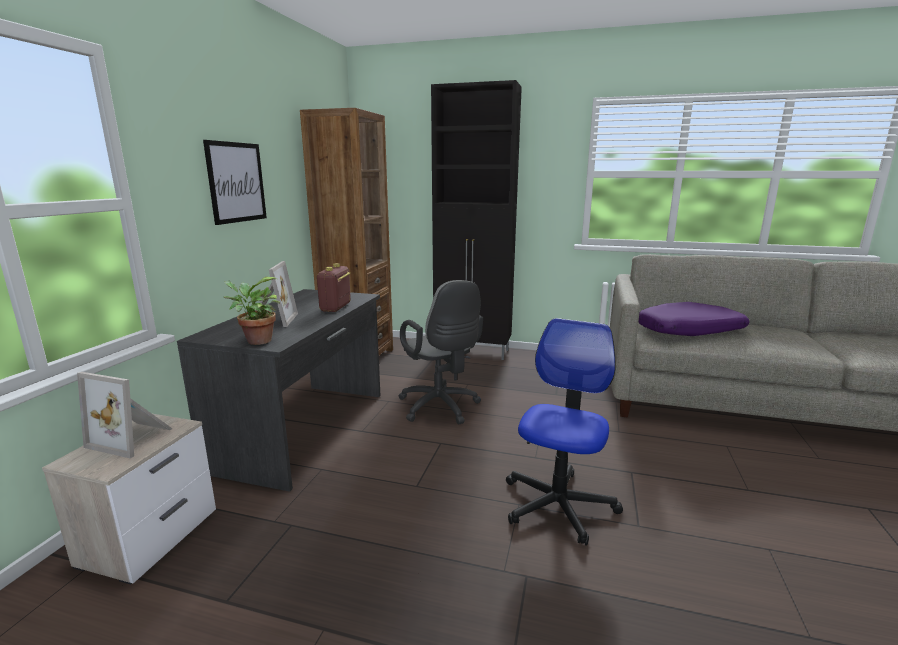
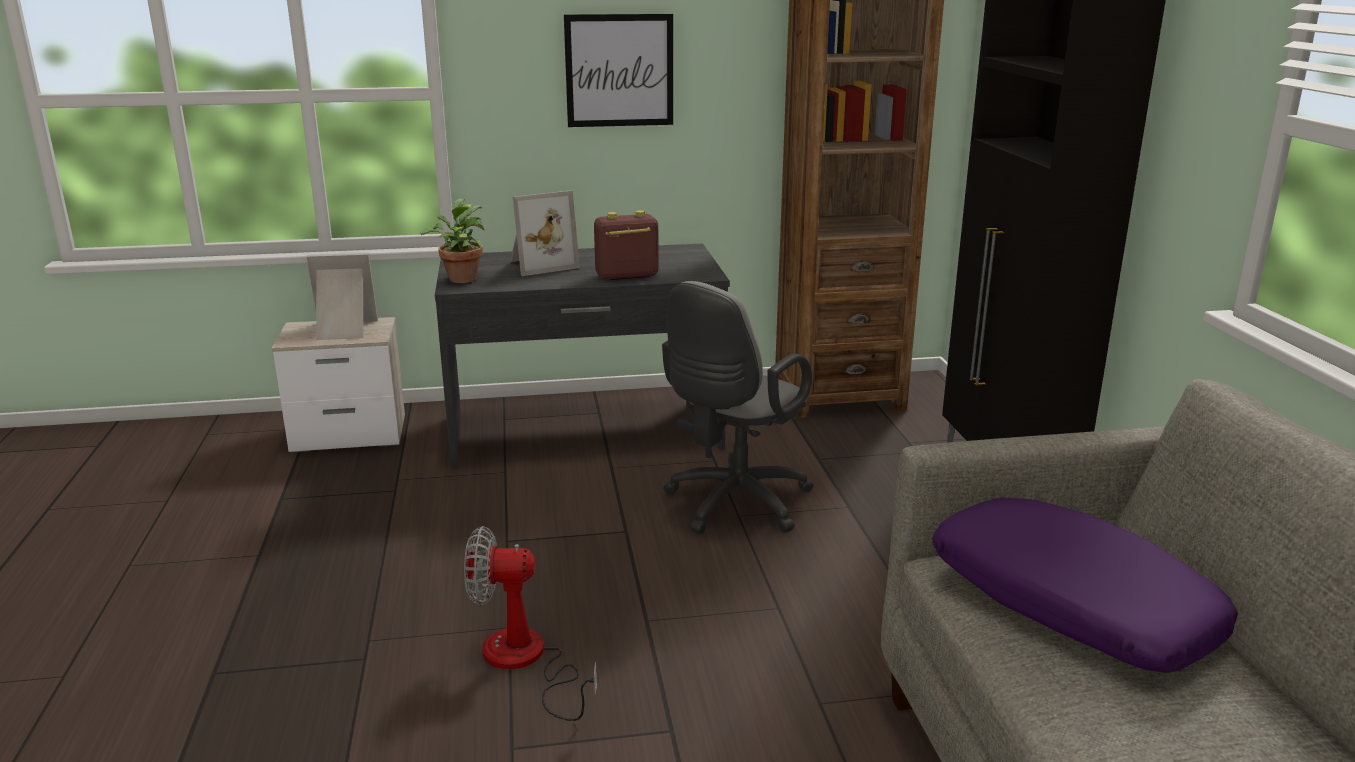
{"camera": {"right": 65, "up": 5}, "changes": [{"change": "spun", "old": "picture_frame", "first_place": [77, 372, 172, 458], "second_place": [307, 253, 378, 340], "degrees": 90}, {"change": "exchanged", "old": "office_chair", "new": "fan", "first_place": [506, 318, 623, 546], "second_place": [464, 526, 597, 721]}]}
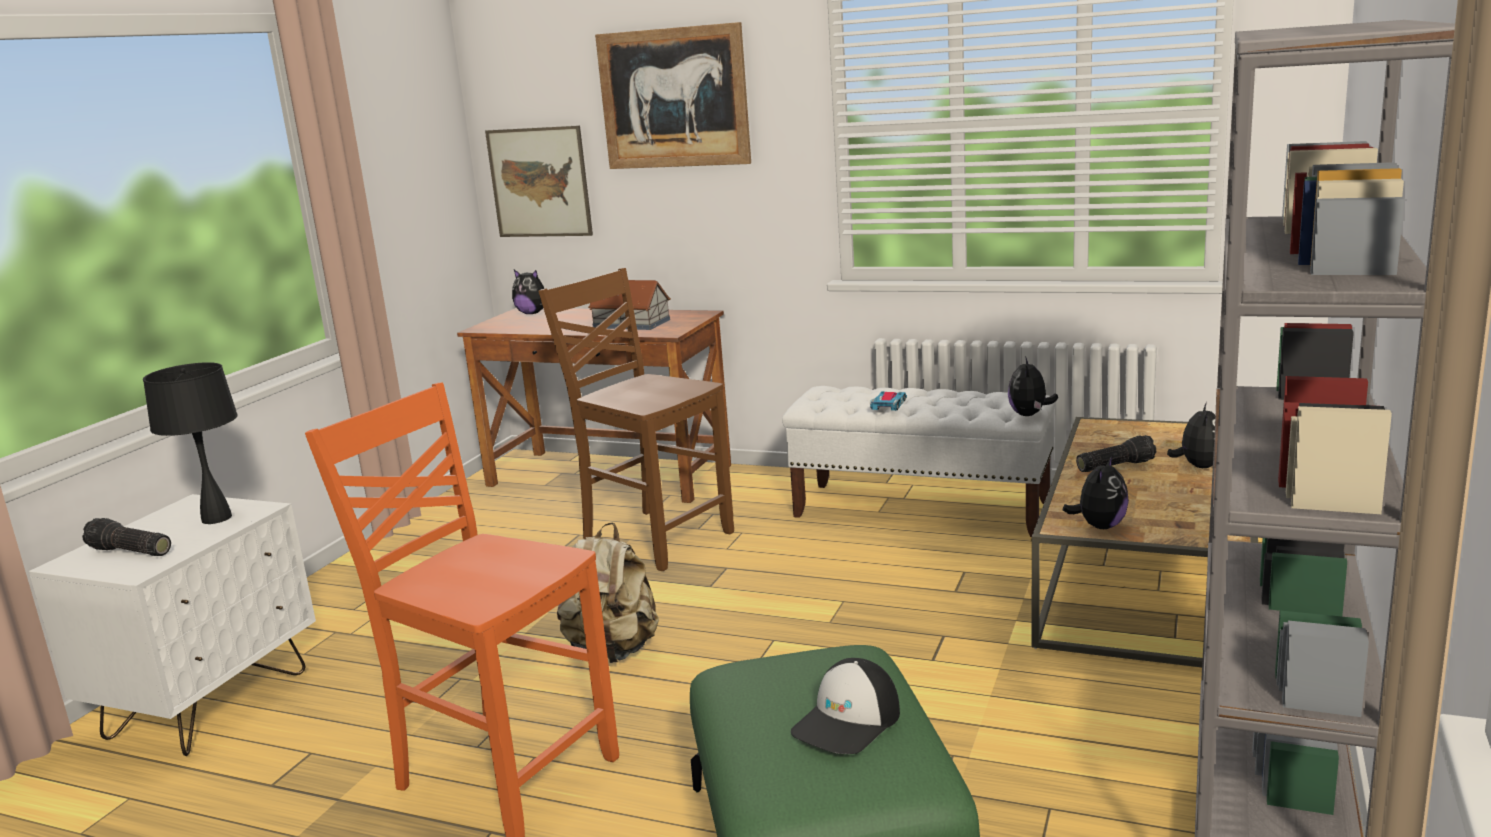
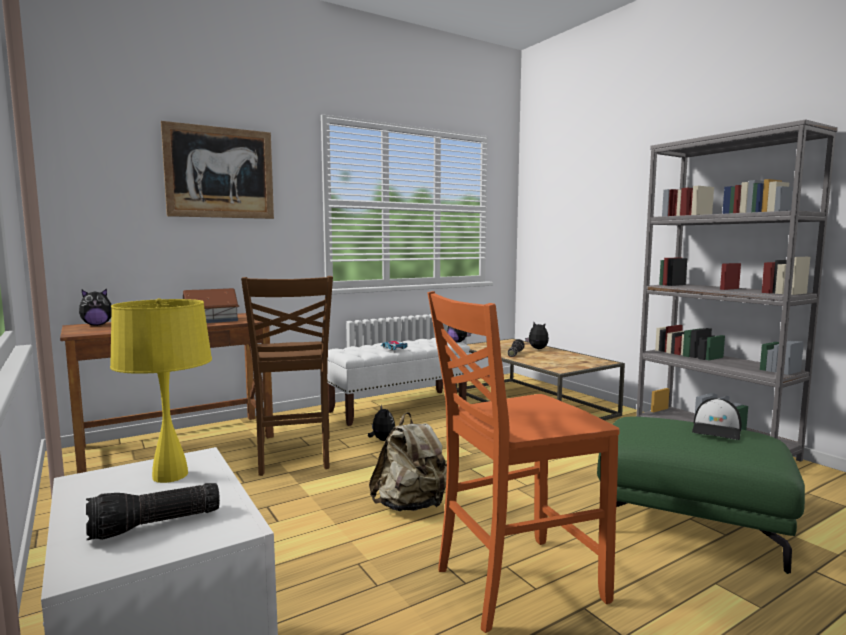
{"camera": {"right": -55, "up": -10}, "changes": [{"change": "colour", "old": "black_table_lamp", "new": "yellow_table_lamp", "first_place": [143, 362, 238, 524], "second_place": [110, 298, 212, 483]}, {"change": "spun", "old": "brown_chair", "first_place": [538, 268, 734, 571], "second_place": [241, 276, 333, 476], "degrees": -90}, {"change": "relocated", "old": "plush_toy", "first_place": [1063, 455, 1129, 529], "second_place": [368, 404, 395, 441]}, {"change": "spun", "old": "cap", "first_place": [791, 658, 900, 754], "second_place": [692, 398, 742, 440], "degrees": 45}, {"change": "missing", "old": "picture", "first_place": [485, 125, 593, 237]}]}
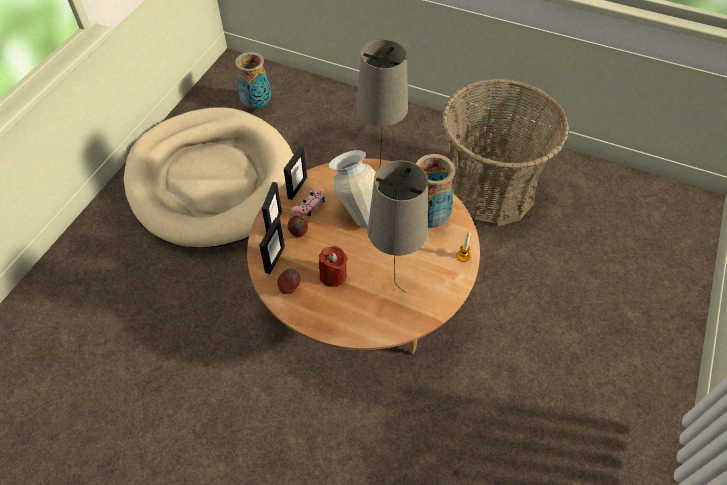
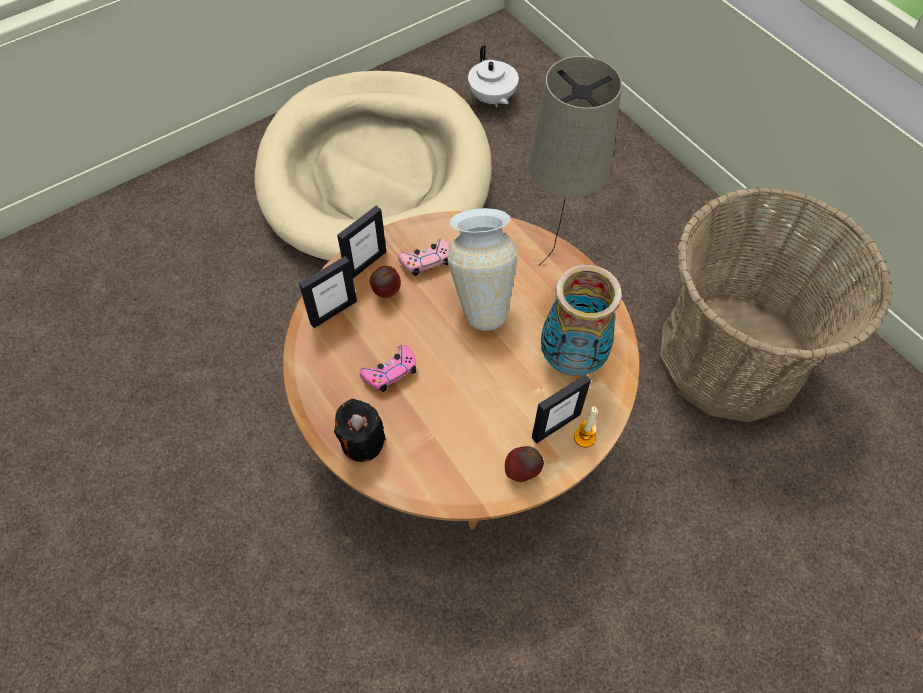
{"camera": {"right": 30, "up": 5}, "changes": [{"change": "appeared", "new": "black_candle", "second_place": [334, 399, 386, 462]}, {"change": "exchanged", "old": "red_candle", "new": "pink_game_controller", "first_place": [319, 246, 348, 287], "second_place": [359, 345, 416, 392]}, {"change": "exchanged", "old": "vase", "new": "white_teapot", "first_place": [235, 52, 271, 110], "second_place": [468, 45, 519, 107]}, {"change": "relocated", "old": "apple", "first_place": [277, 269, 301, 294], "second_place": [505, 446, 544, 482]}, {"change": "relocated", "old": "picture_frame", "first_place": [284, 147, 307, 200], "second_place": [532, 374, 591, 444]}, {"change": "missing", "old": "beige_table_lamp", "first_place": [368, 161, 428, 293]}]}
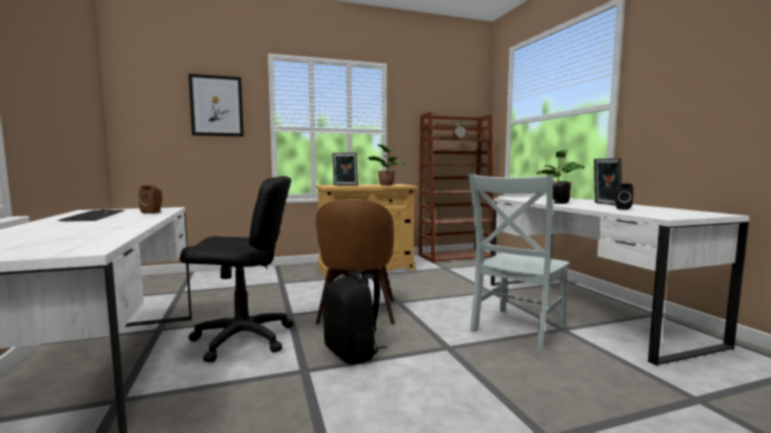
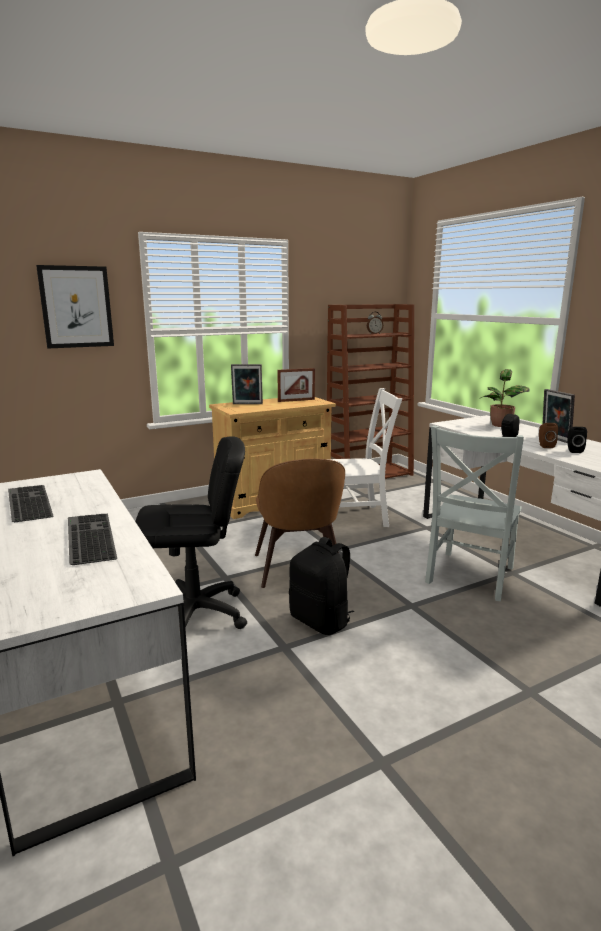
{"camera": {"right": -10, "up": 10}, "changes": [{"change": "appeared", "new": "keyboard", "second_place": [68, 514, 117, 565]}, {"change": "exchanged", "old": "potted_plant", "new": "picture_frame", "first_place": [368, 144, 407, 185], "second_place": [277, 368, 315, 402]}, {"change": "appeared", "new": "white_chair", "second_place": [329, 388, 402, 527]}, {"change": "relocated", "old": "brown_speaker", "first_place": [139, 185, 162, 214], "second_place": [539, 423, 558, 448]}]}
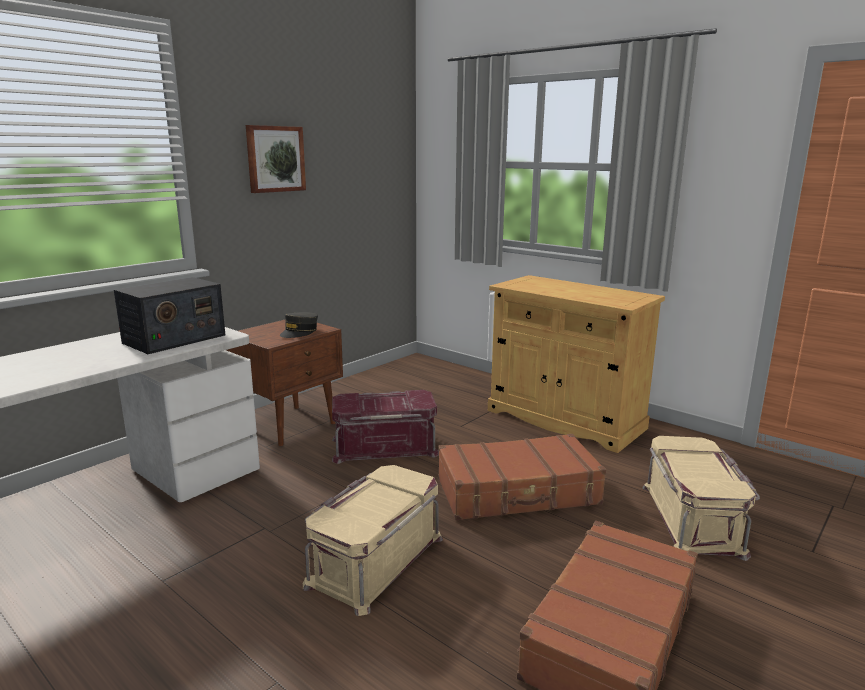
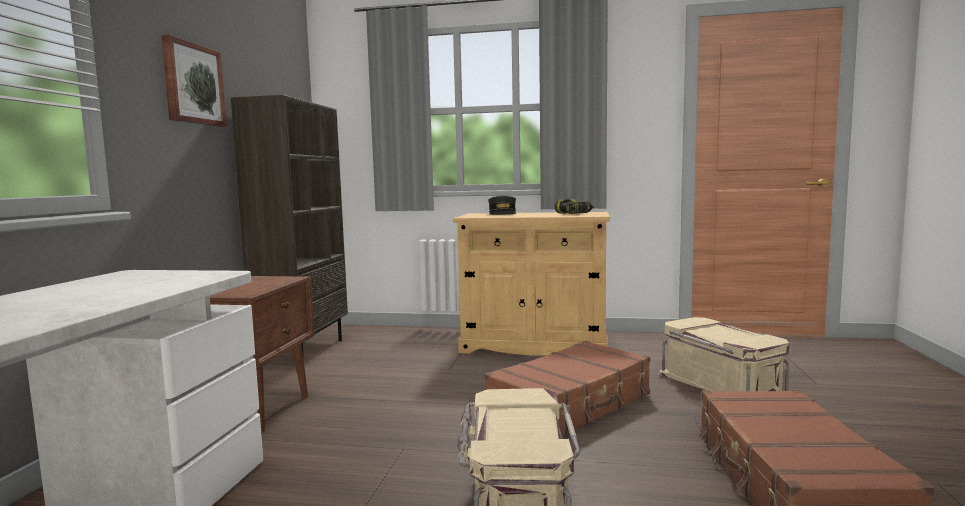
{"camera": {"right": -30, "up": -10}, "changes": [{"change": "appeared", "new": "brown_bookcase", "second_place": [231, 95, 348, 358]}, {"change": "relocated", "old": "grey_cap", "first_place": [280, 312, 318, 338], "second_place": [488, 196, 516, 215]}, {"change": "appeared", "new": "power_drill", "second_place": [554, 199, 594, 214]}, {"change": "missing", "old": "radio", "first_place": [114, 277, 225, 354]}, {"change": "missing", "old": "red_storage_box", "first_place": [332, 390, 439, 464]}]}
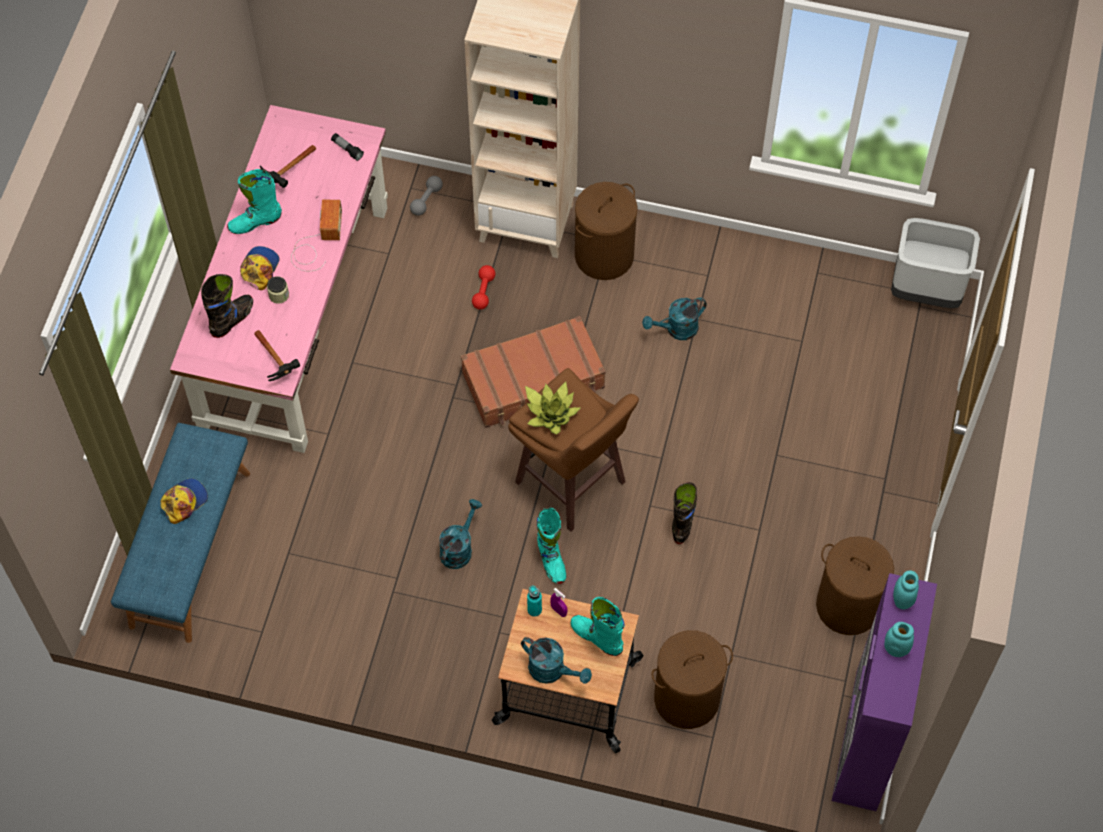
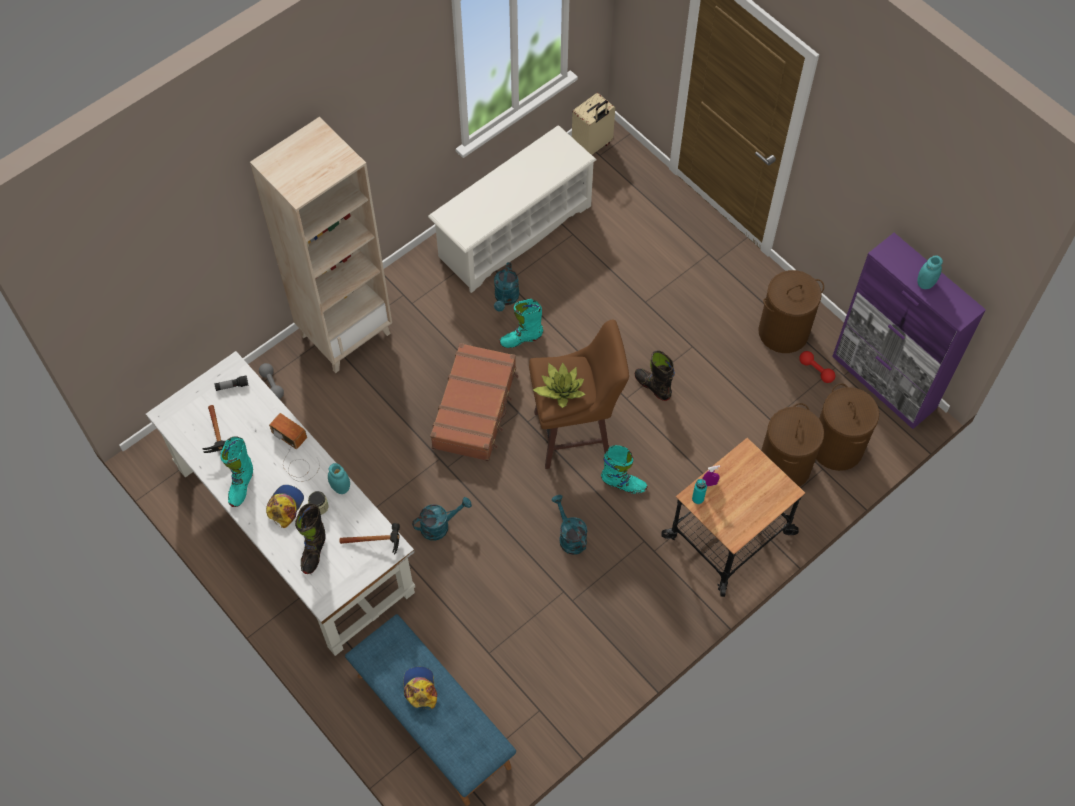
{"camera": {"right": -55, "up": 0}, "changes": [{"change": "colour", "old": "pink_desk", "new": "white_desk", "first_place": [170, 105, 388, 453], "second_place": [146, 351, 415, 656]}, {"change": "spun", "old": "cap", "first_place": [240, 246, 280, 290], "second_place": [266, 485, 304, 528], "degrees": 60}, {"change": "spun", "old": "black_boot", "first_place": [201, 274, 253, 338], "second_place": [295, 503, 326, 574], "degrees": -150}, {"change": "relocated", "old": "turquoise_jar", "first_place": [893, 570, 919, 609], "second_place": [328, 463, 350, 494]}, {"change": "relocated", "old": "turquoise_watering_can", "first_place": [521, 637, 592, 684], "second_place": [412, 497, 472, 540]}, {"change": "appeared", "new": "white_shoe_rack", "second_place": [428, 125, 597, 293]}, {"change": "relocated", "old": "turquoise_boot", "first_place": [571, 597, 625, 656], "second_place": [499, 299, 543, 348]}, {"change": "exchanged", "old": "grey_trash_can", "new": "beige_suitcase", "first_place": [891, 218, 980, 308], "second_place": [572, 93, 615, 155]}, {"change": "relocated", "old": "red_dumbbell", "first_place": [472, 265, 495, 310], "second_place": [799, 351, 835, 383]}, {"change": "relocated", "old": "brown_laundry_basket", "first_place": [575, 182, 638, 280], "second_place": [816, 383, 879, 471]}]}
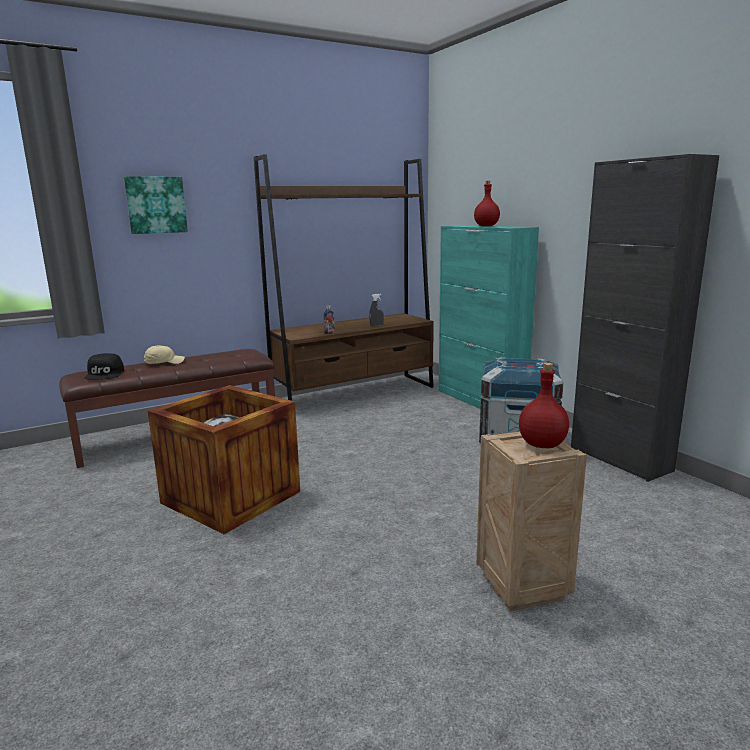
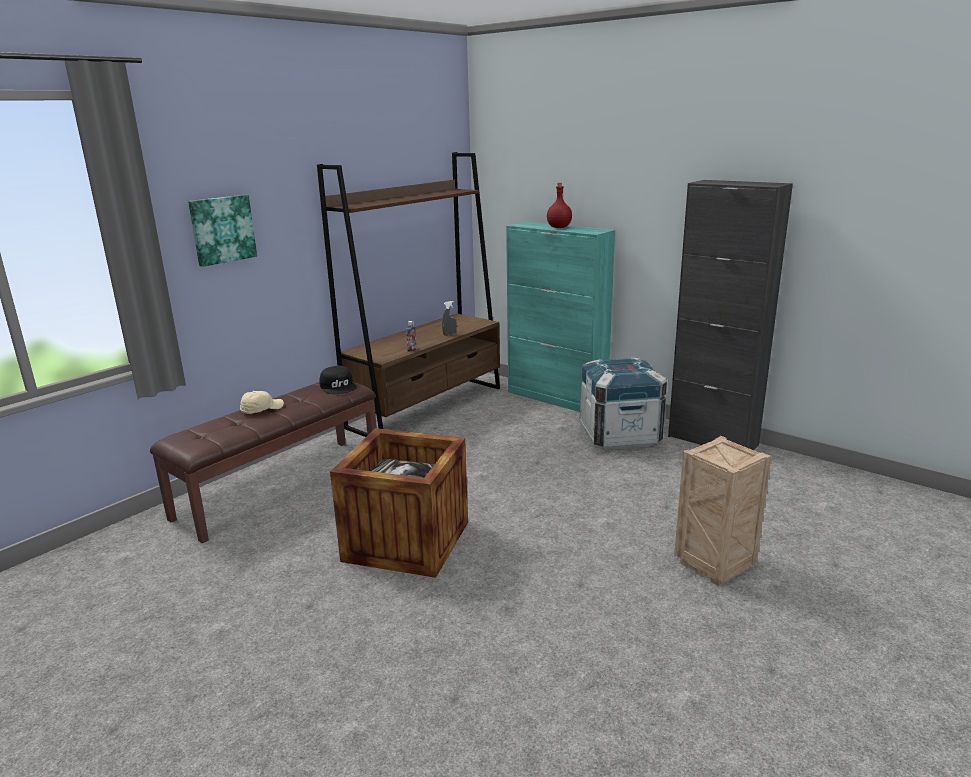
{"camera": {"right": -20, "up": 5}, "changes": [{"change": "relocated", "old": "black_cap", "first_place": [84, 353, 124, 380], "second_place": [319, 366, 357, 394]}, {"change": "missing", "old": "red_bottle", "first_place": [519, 363, 569, 448]}]}
